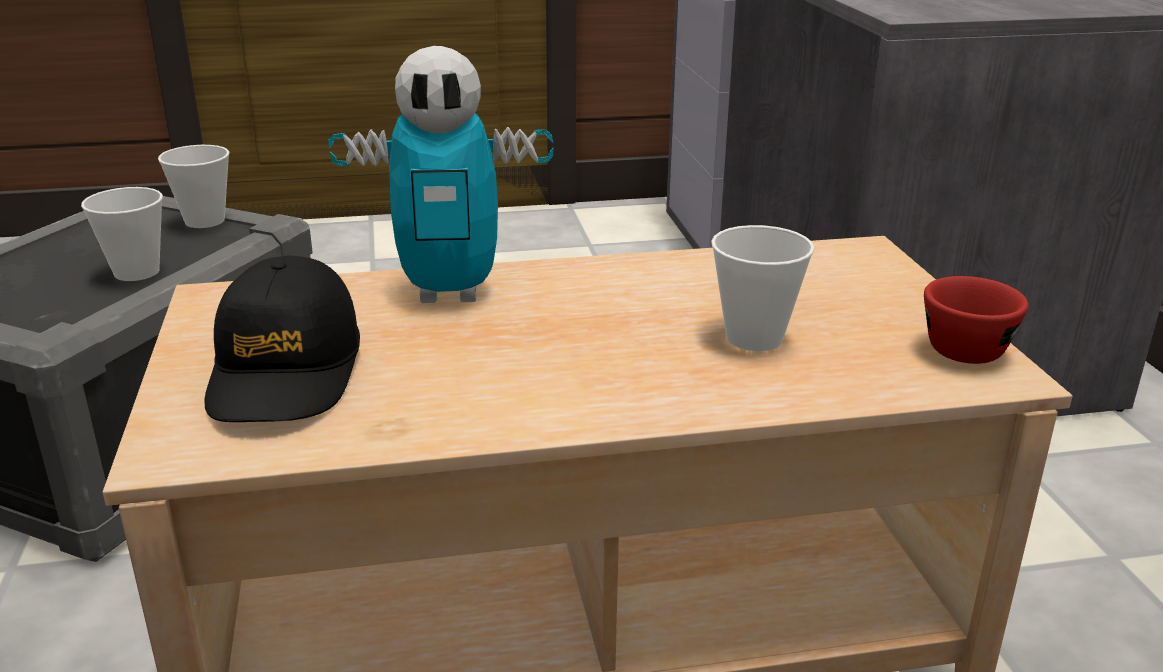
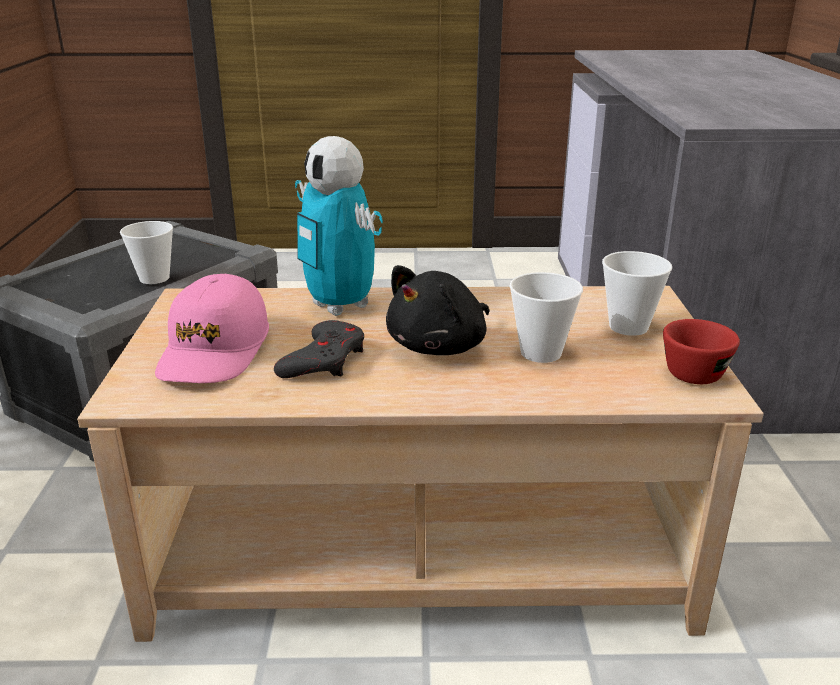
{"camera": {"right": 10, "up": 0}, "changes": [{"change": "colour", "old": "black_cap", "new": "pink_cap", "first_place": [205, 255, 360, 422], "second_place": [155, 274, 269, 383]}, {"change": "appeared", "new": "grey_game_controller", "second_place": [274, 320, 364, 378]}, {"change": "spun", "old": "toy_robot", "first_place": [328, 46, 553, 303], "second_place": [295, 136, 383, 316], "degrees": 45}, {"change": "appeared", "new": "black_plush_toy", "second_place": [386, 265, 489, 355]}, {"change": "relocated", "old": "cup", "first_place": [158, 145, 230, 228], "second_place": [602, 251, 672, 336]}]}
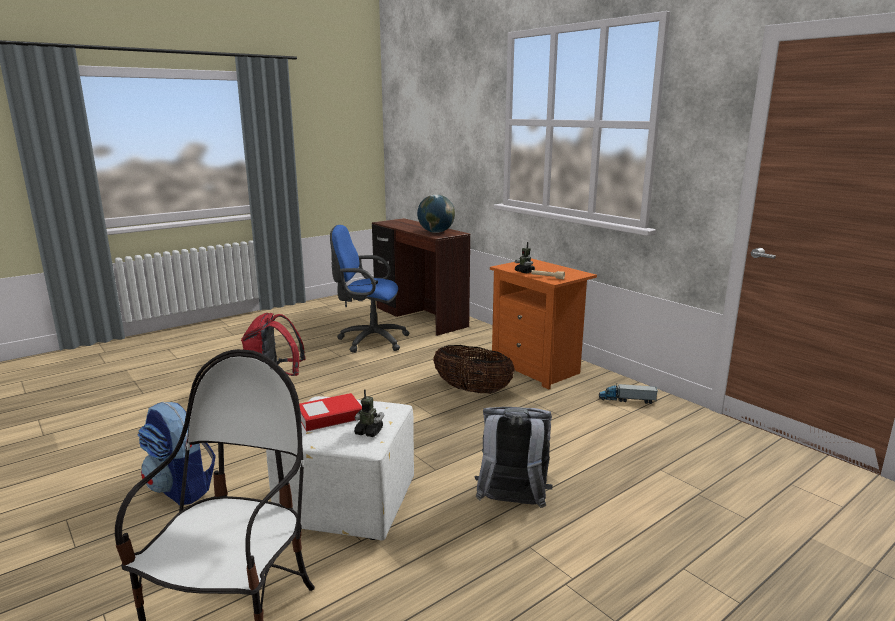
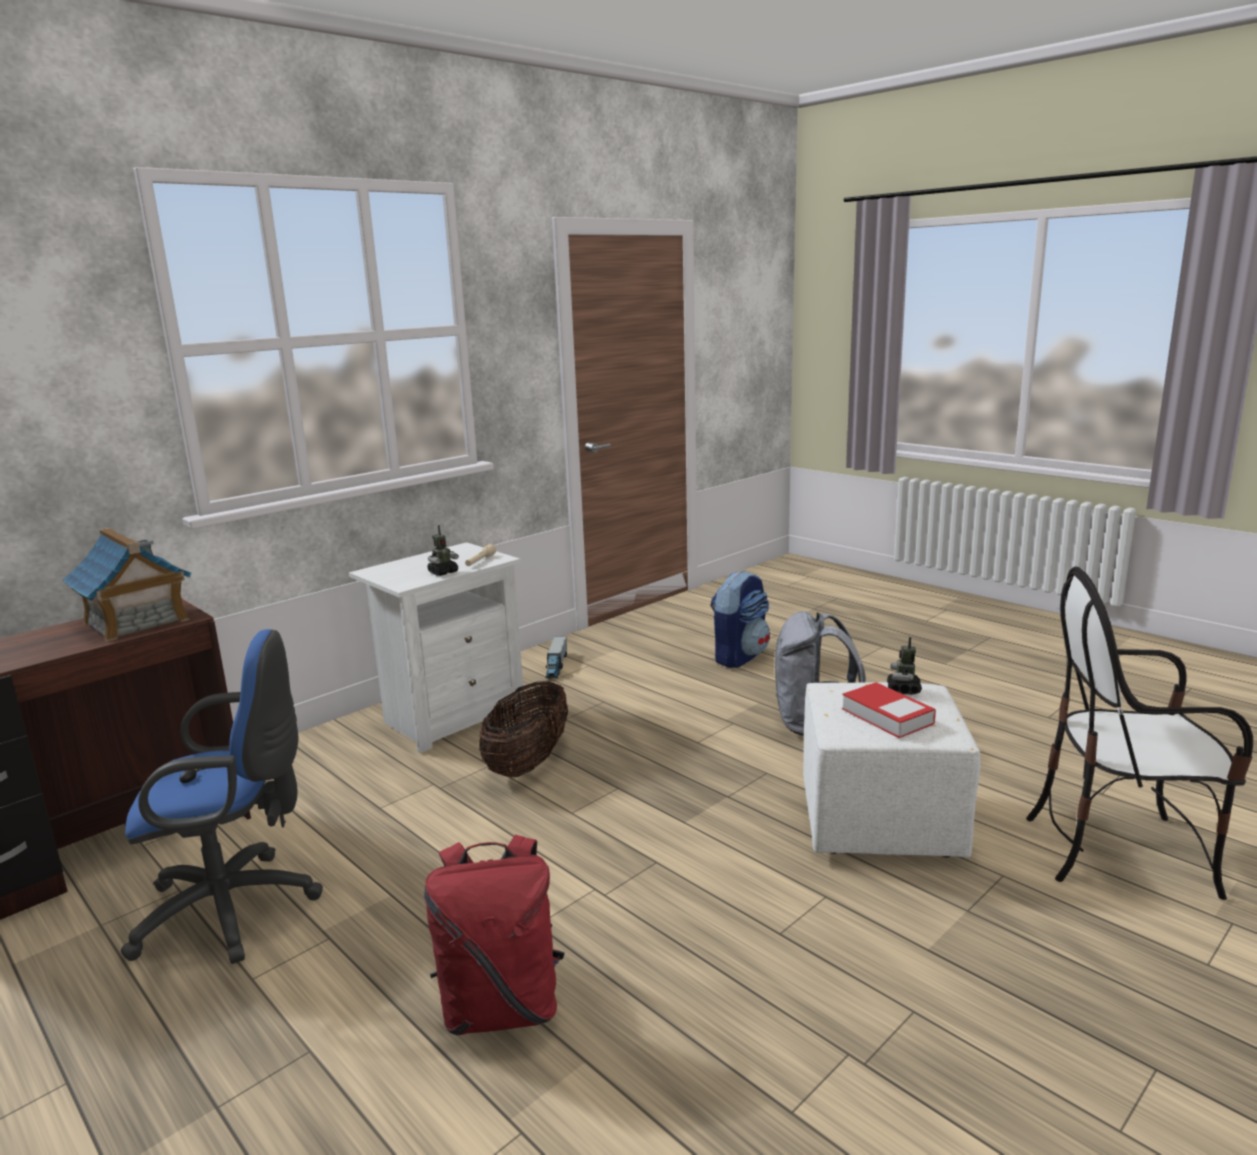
{"camera": {"right": -95, "up": 0}, "changes": [{"change": "exchanged", "old": "globe", "new": "toy_house", "first_place": [417, 195, 455, 233], "second_place": [63, 528, 191, 642]}, {"change": "spun", "old": "blue_office_chair", "first_place": [330, 225, 409, 353], "second_place": [121, 629, 323, 964], "degrees": -105}, {"change": "colour", "old": "orange_nightstand", "new": "white_nightstand", "first_place": [490, 258, 597, 389], "second_place": [349, 542, 524, 753]}, {"change": "relocated", "old": "backpack", "first_place": [138, 402, 216, 505], "second_place": [710, 570, 770, 668]}]}
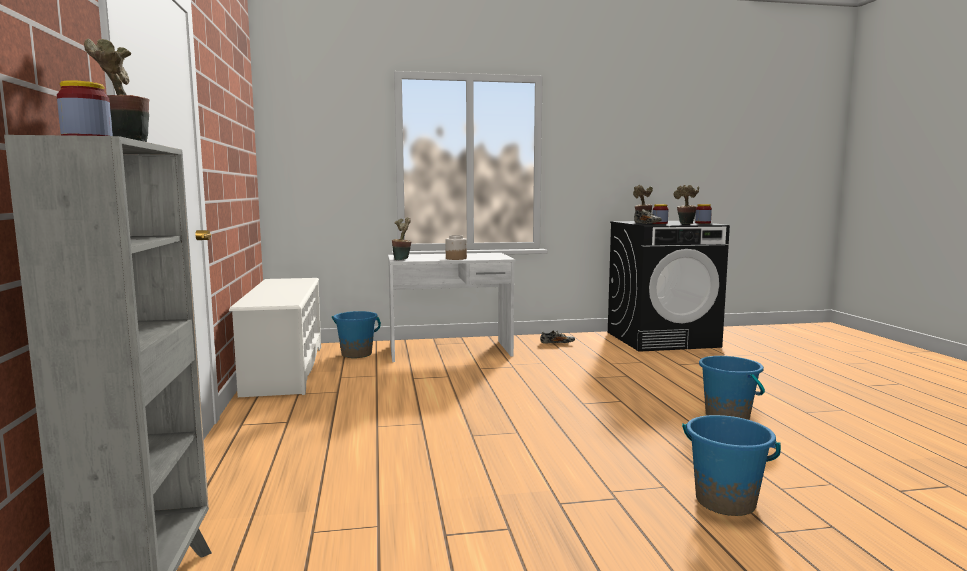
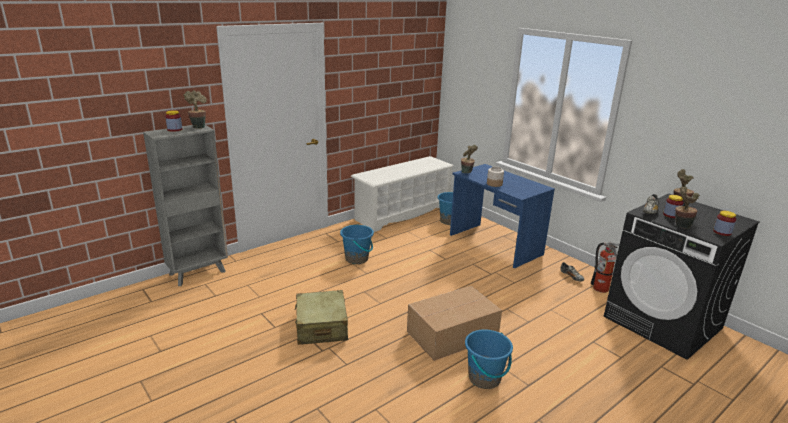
{"camera": {"right": 60, "up": 15}, "changes": [{"change": "appeared", "new": "beige_suitcase", "second_place": [294, 290, 348, 345]}, {"change": "relocated", "old": "blue_bucket", "first_place": [682, 415, 781, 516], "second_place": [340, 225, 374, 264]}, {"change": "appeared", "new": "cardboard_box", "second_place": [407, 286, 502, 361]}, {"change": "colour", "old": "white_desk", "new": "blue_desk", "first_place": [388, 253, 515, 362], "second_place": [450, 164, 555, 268]}, {"change": "appeared", "new": "fire_extinguisher", "second_place": [591, 241, 620, 293]}]}
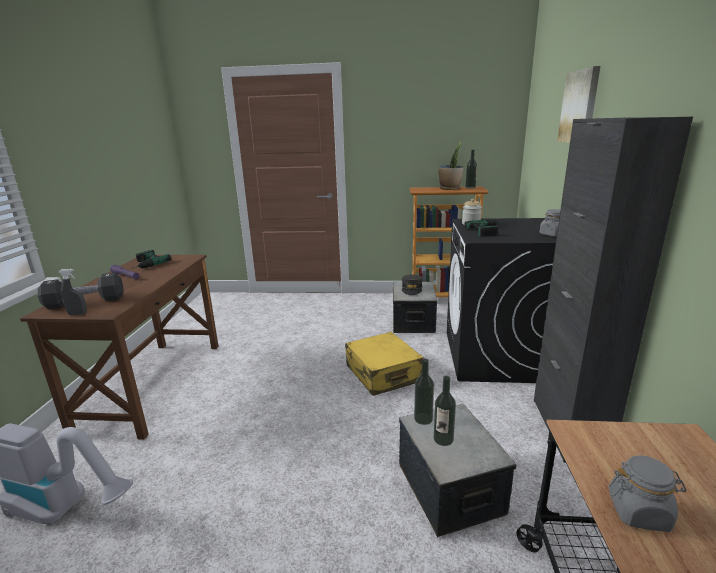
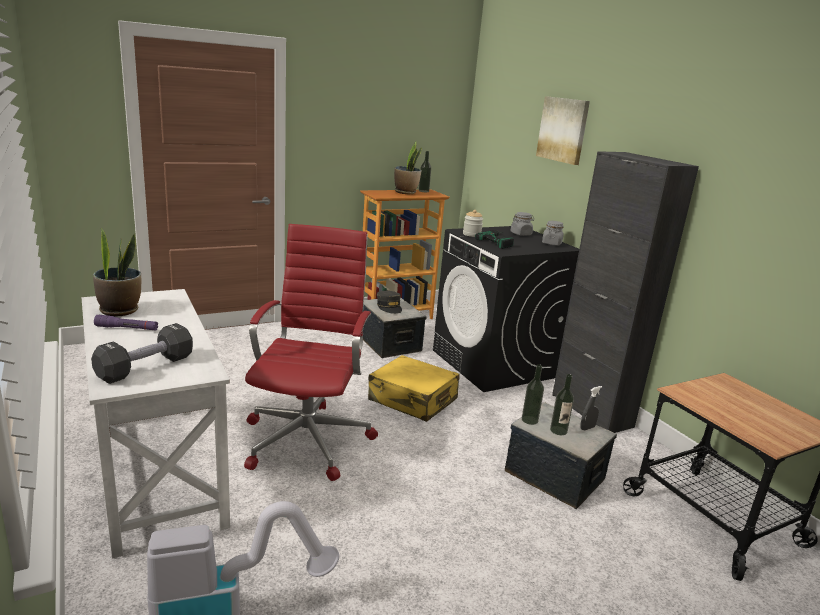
{"camera": {"right": -35, "up": 0}, "changes": [{"change": "colour", "old": "brown_desk", "new": "white_desk", "first_place": [20, 255, 219, 440], "second_place": [82, 289, 230, 559]}, {"change": "exchanged", "old": "power_drill", "new": "potted_plant", "first_place": [130, 250, 171, 269], "second_place": [93, 228, 141, 316]}, {"change": "appeared", "new": "red_office_chair", "second_place": [244, 224, 378, 481]}, {"change": "relocated", "old": "grey_jar", "first_place": [608, 455, 687, 532], "second_place": [511, 212, 534, 236]}, {"change": "relocated", "old": "grey_spray_bottle", "first_place": [59, 269, 87, 315], "second_place": [580, 386, 602, 430]}]}
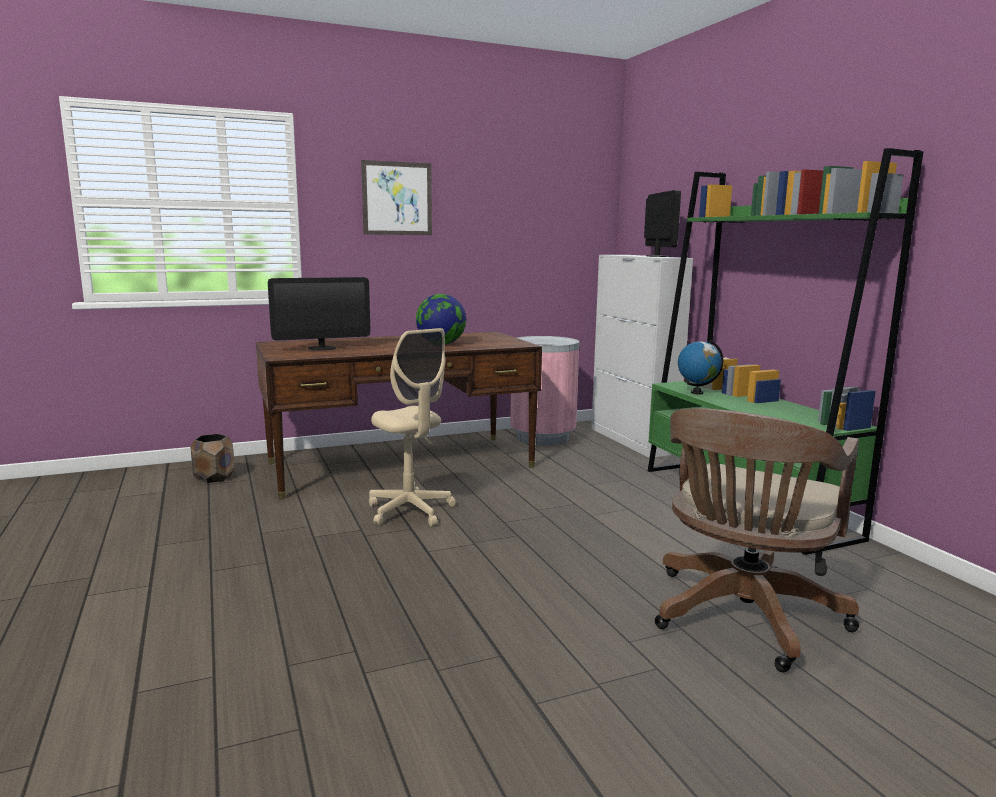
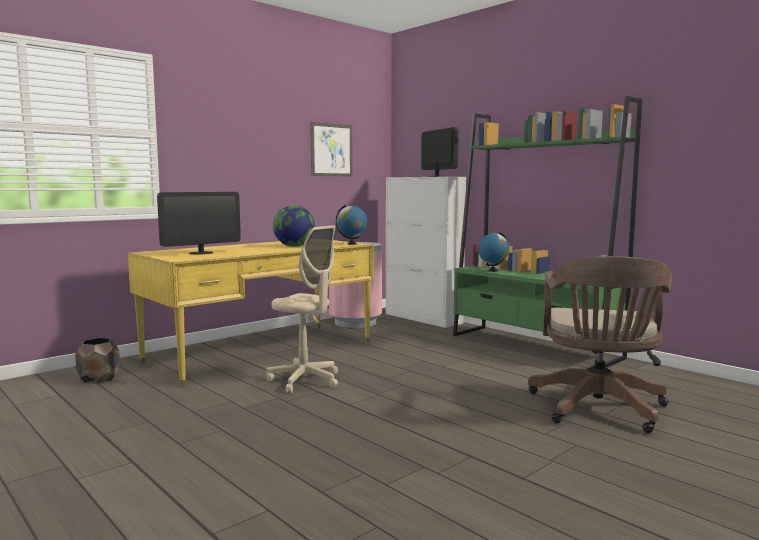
{"camera": {"right": -20, "up": -5}, "changes": [{"change": "colour", "old": "brown_desk", "new": "yellow_desk", "first_place": [256, 331, 542, 499], "second_place": [128, 240, 374, 387]}, {"change": "relocated", "old": "picture", "first_place": [361, 160, 432, 235], "second_place": [310, 122, 353, 177]}, {"change": "appeared", "new": "globe", "second_place": [336, 205, 367, 245]}]}
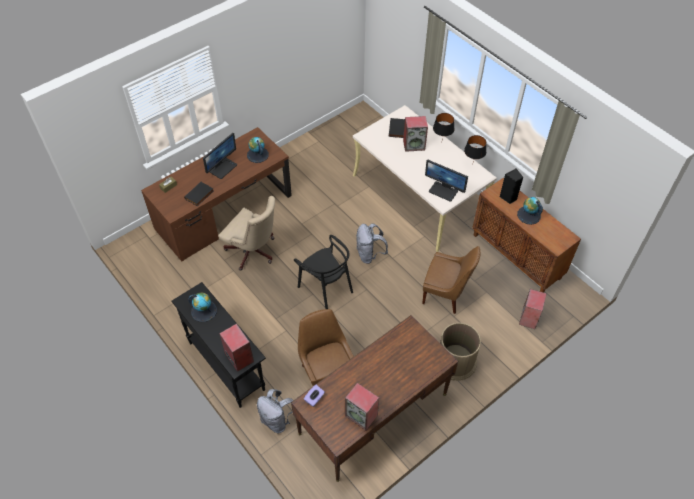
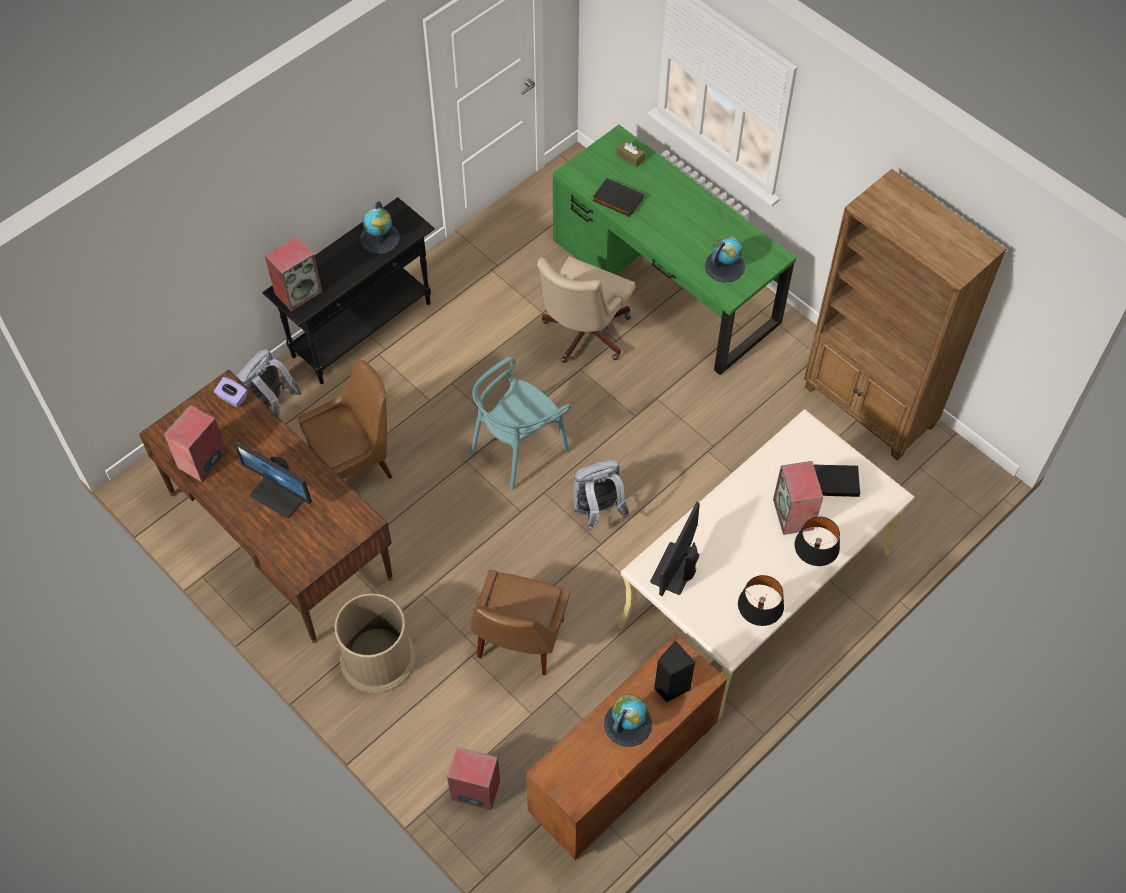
{"camera": {"right": 85, "up": 5}, "changes": [{"change": "relocated", "old": "monitor", "first_place": [203, 133, 237, 179], "second_place": [233, 441, 312, 518]}, {"change": "colour", "old": "black_chair", "new": "turquoise_chair", "first_place": [294, 235, 353, 309], "second_place": [470, 356, 572, 490]}, {"change": "colour", "old": "brown_desk", "new": "green_desk", "first_place": [141, 127, 292, 261], "second_place": [553, 125, 796, 375]}, {"change": "appeared", "new": "brown_bookcase", "second_place": [804, 169, 1006, 461]}]}
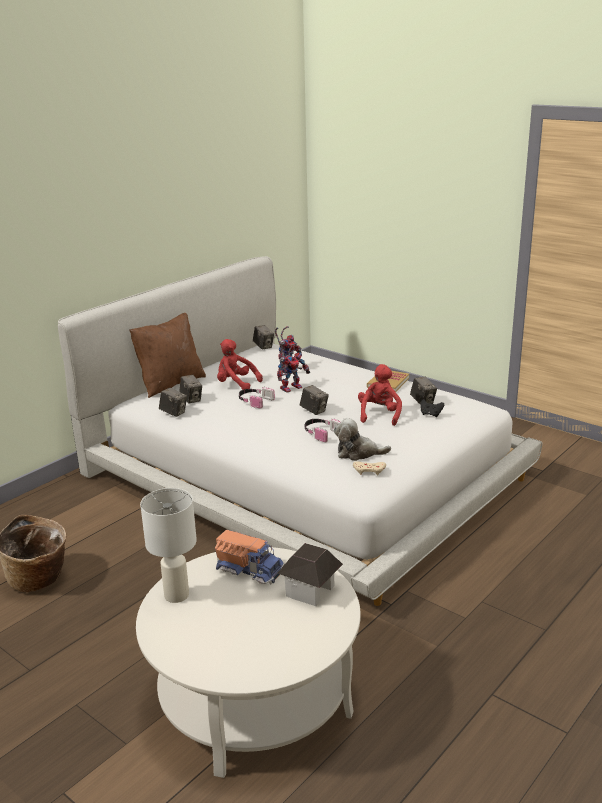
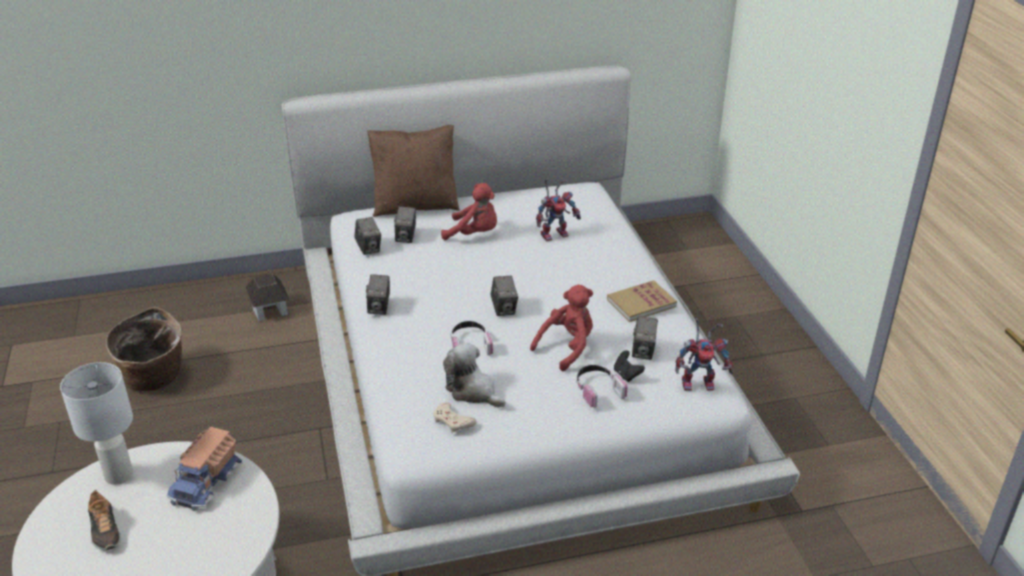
{"camera": {"right": 35, "up": 10}, "changes": [{"change": "appeared", "new": "shoe", "second_place": [88, 490, 121, 550]}, {"change": "spun", "old": "toy_truck", "first_place": [215, 529, 285, 585], "second_place": [166, 427, 242, 511], "degrees": 45}, {"change": "relocated", "old": "toy_house", "first_place": [278, 543, 343, 606], "second_place": [246, 274, 290, 321]}, {"change": "relocated", "old": "photo_camera", "first_place": [253, 325, 274, 349], "second_place": [366, 274, 390, 315]}, {"change": "spun", "old": "red_plush_toy", "first_place": [217, 339, 263, 390], "second_place": [441, 183, 497, 240], "degrees": 135}, {"change": "relocated", "old": "headphones", "first_place": [239, 386, 275, 408], "second_place": [576, 365, 628, 408]}, {"change": "relocated", "old": "toy_robot", "first_place": [277, 343, 310, 393], "second_place": [675, 318, 733, 391]}]}
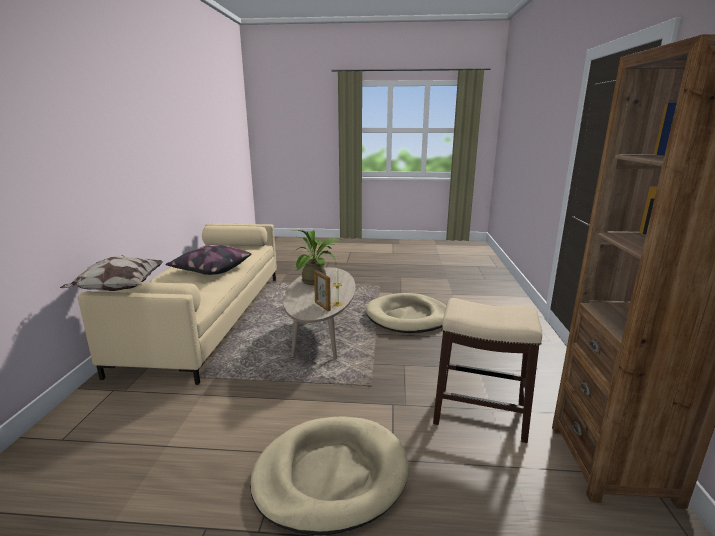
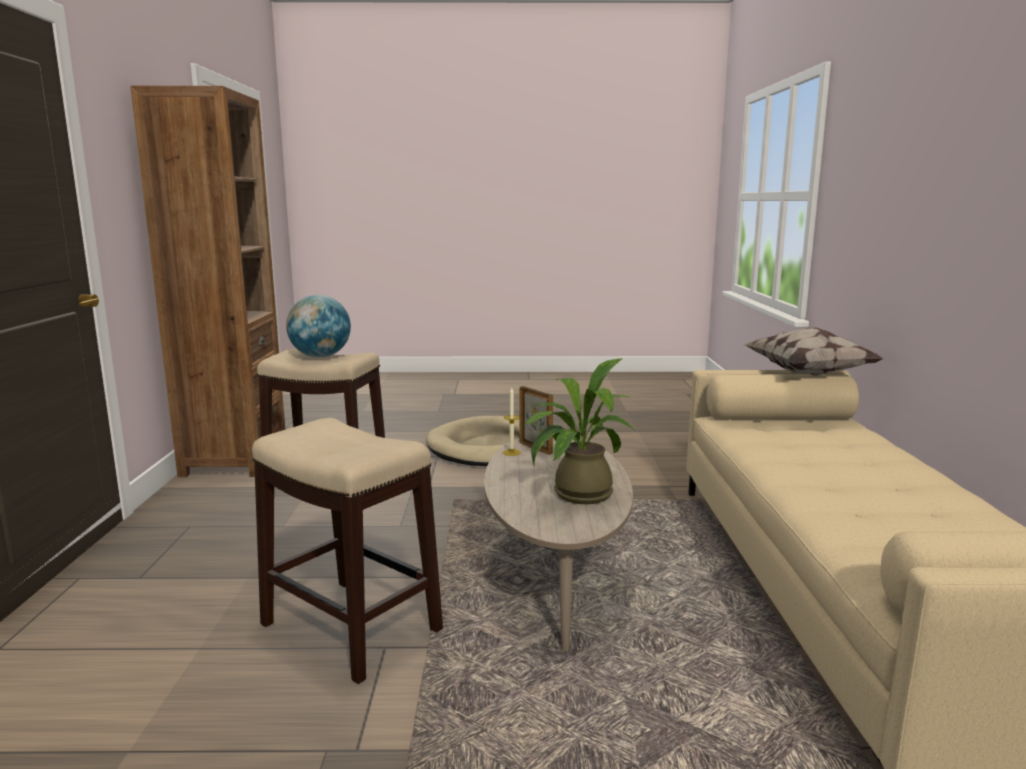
{"camera": {"right": 175, "up": -5}, "changes": [{"change": "exchanged", "old": "beige_dog_bed", "new": "stool", "first_place": [366, 293, 446, 333], "second_place": [252, 418, 443, 684]}, {"change": "appeared", "new": "globe", "second_place": [286, 295, 351, 357]}, {"change": "missing", "old": "pillow", "first_place": [165, 245, 251, 275]}]}
